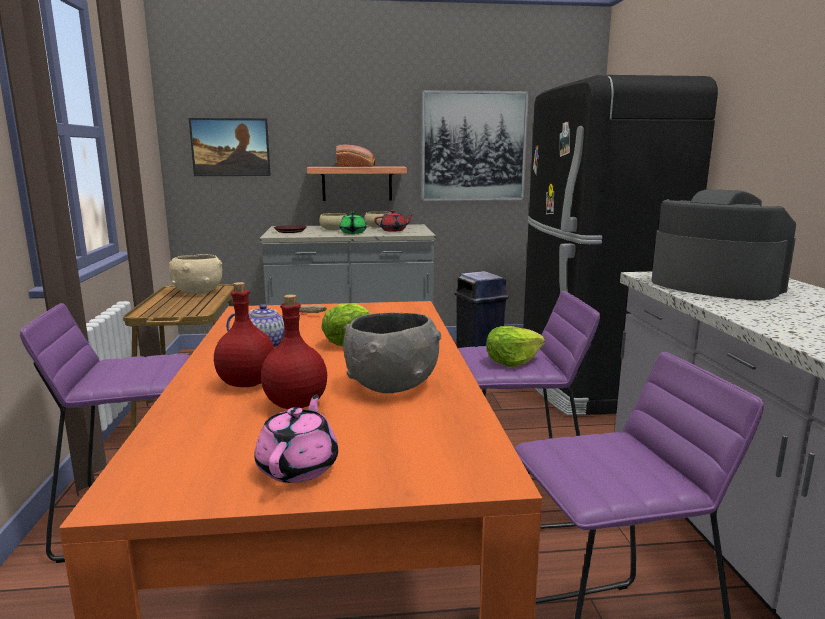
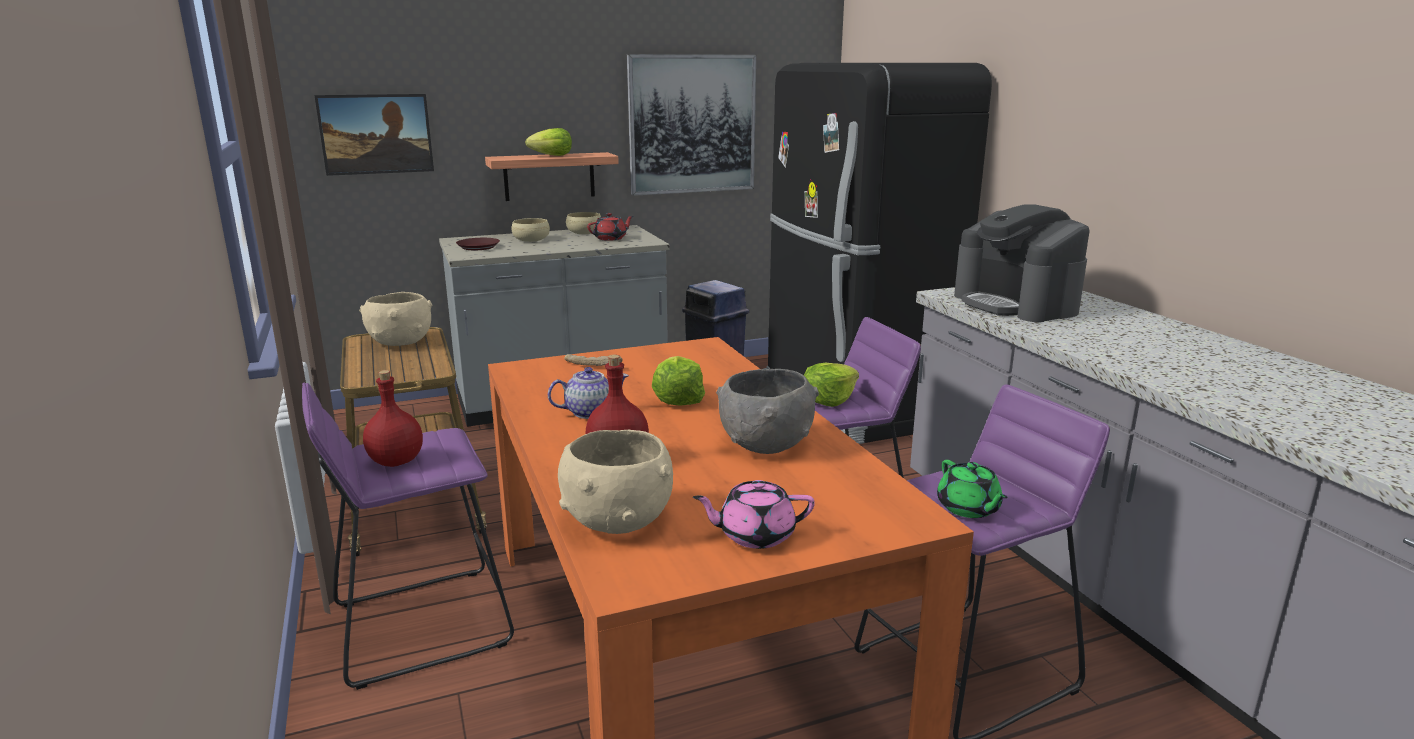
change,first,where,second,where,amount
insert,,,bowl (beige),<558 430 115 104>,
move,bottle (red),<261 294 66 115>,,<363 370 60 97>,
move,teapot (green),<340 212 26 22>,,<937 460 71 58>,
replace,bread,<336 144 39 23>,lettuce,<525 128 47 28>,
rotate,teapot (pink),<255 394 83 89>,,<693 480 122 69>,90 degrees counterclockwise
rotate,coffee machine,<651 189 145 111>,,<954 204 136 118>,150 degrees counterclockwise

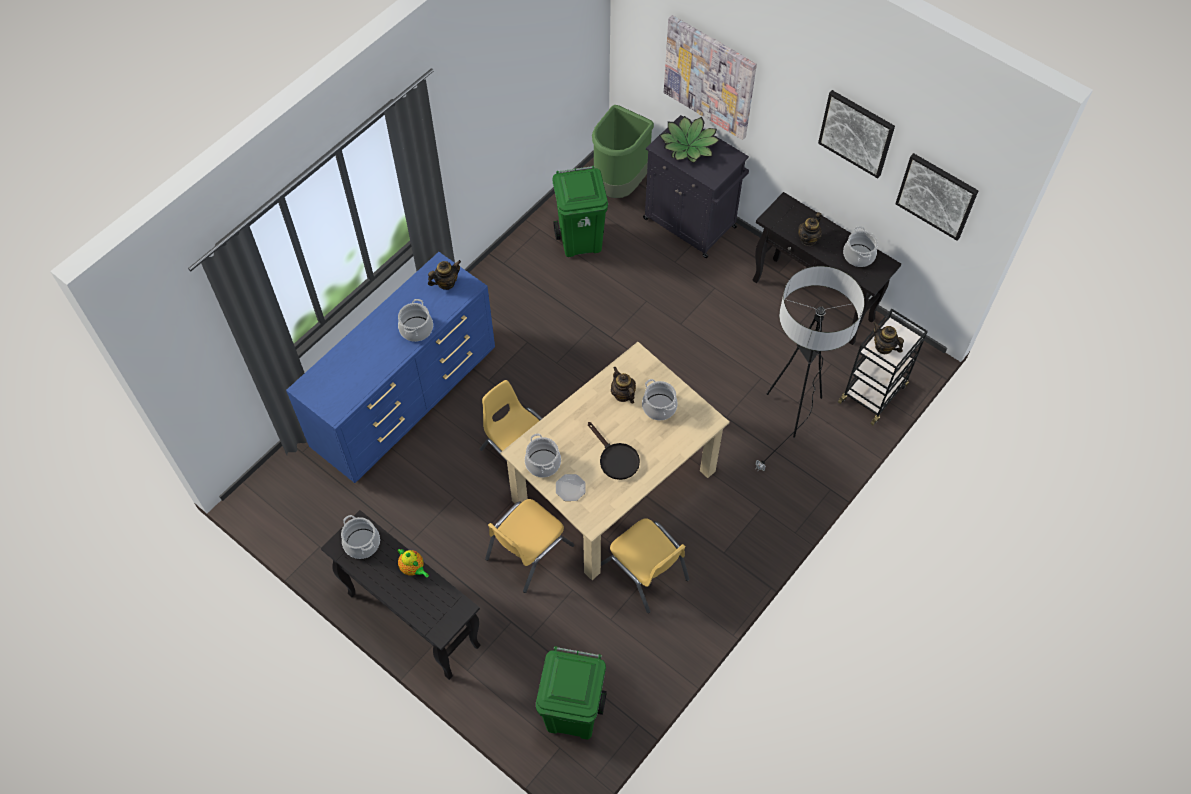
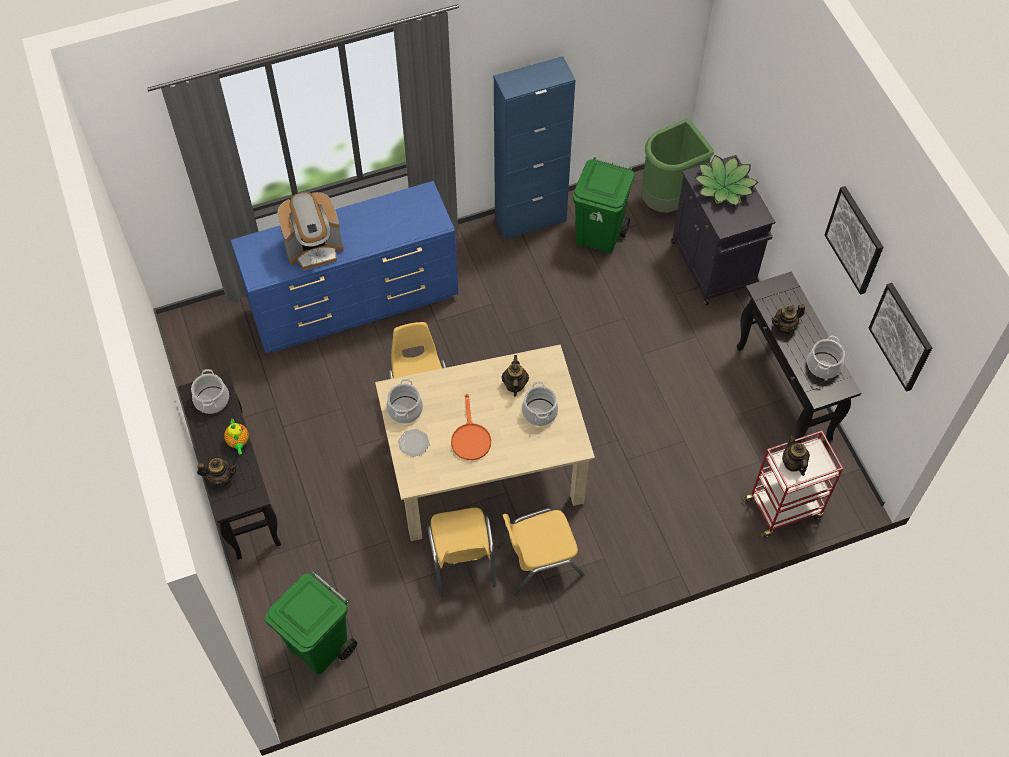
change,first,where,second,where,amount
delete,cooking pot,<398 299 35 43>,,,
delete,picture,<664 15 93 125>,,,
delete,floor lamp,<755 266 110 205>,,,
insert,,,coffee machine,<277 192 67 79>,
insert,,,cabinet (blue),<494 56 81 184>,
move,teapot,<428 260 33 30>,,<197 458 41 29>,
move,chair (yellow),<485 499 89 94>,,<497 508 88 87>,
recolor,frying pan (black),<588 422 52 58>,frying pan (orange),<451 393 40 67>,
recolor,cart (black),<838 309 90 116>,cart (red),<742 431 101 107>,

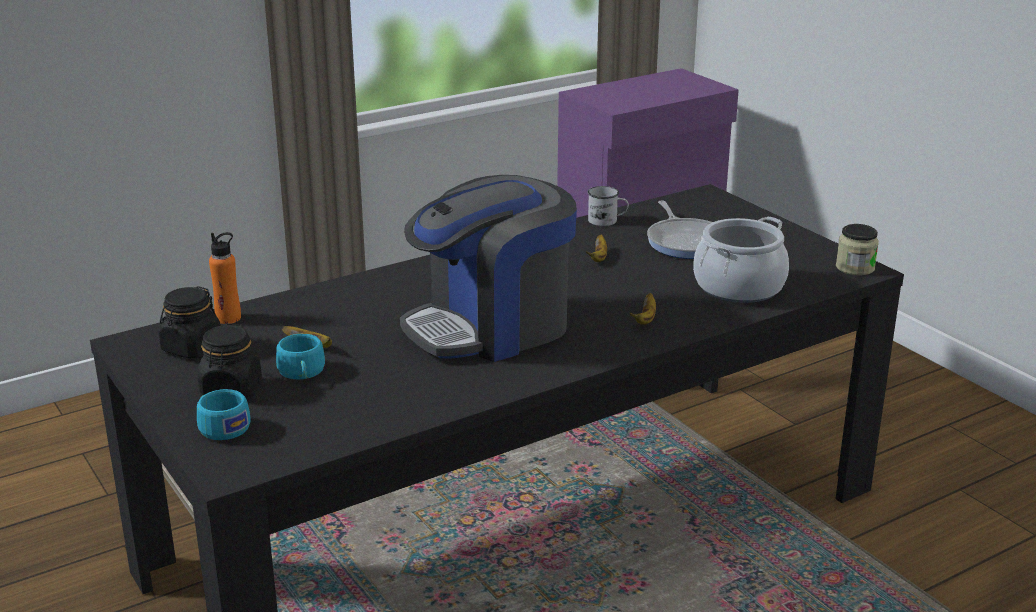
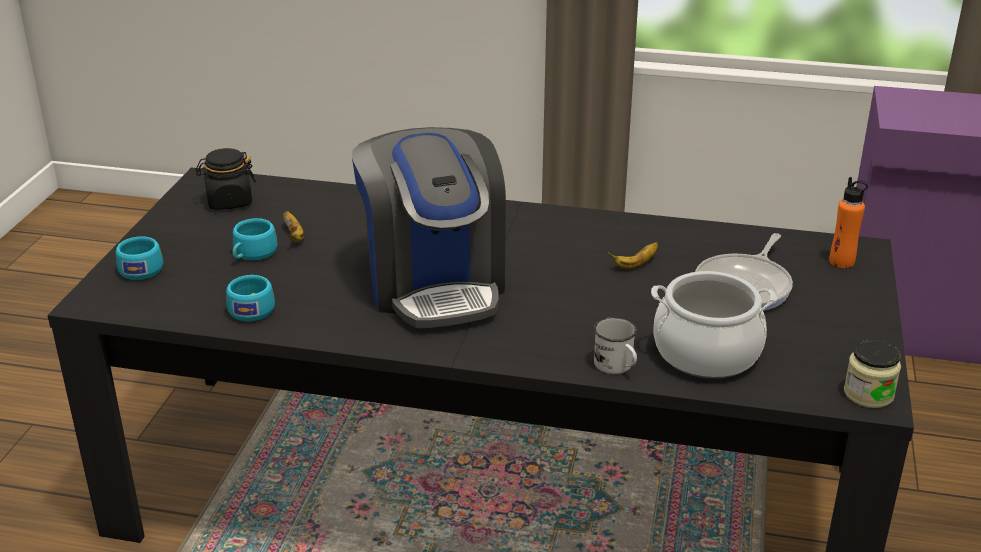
change,first,where,second,where,amount
delete,jar (black),<198 323 64 75>,,,
delete,banana,<630 293 26 32>,,,
insert,,,cup (turquoise),<226 275 49 46>,
move,bottle (orange),<209 232 32 92>,,<829 177 39 91>,
move,mug (white),<588 186 41 40>,,<594 317 43 57>,
rotate,coffee machine,<400 175 177 187>,,<352 127 154 202>,120 degrees counterclockwise

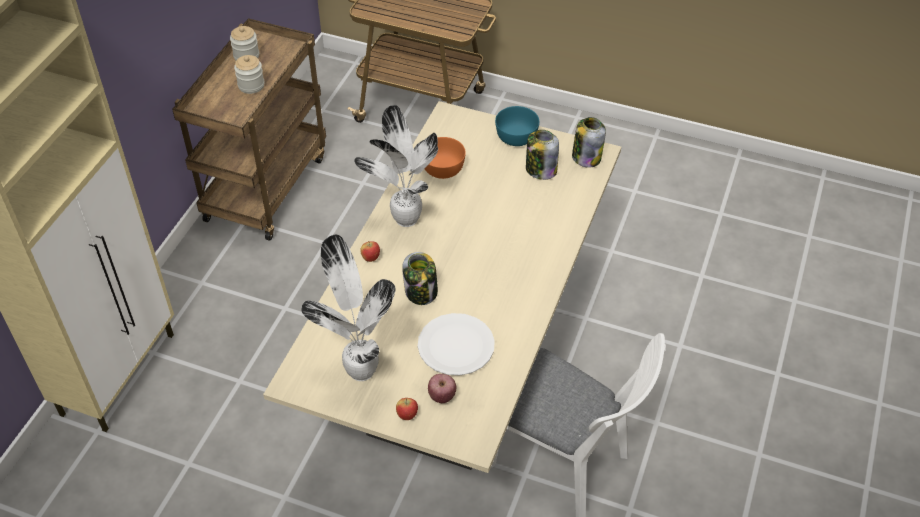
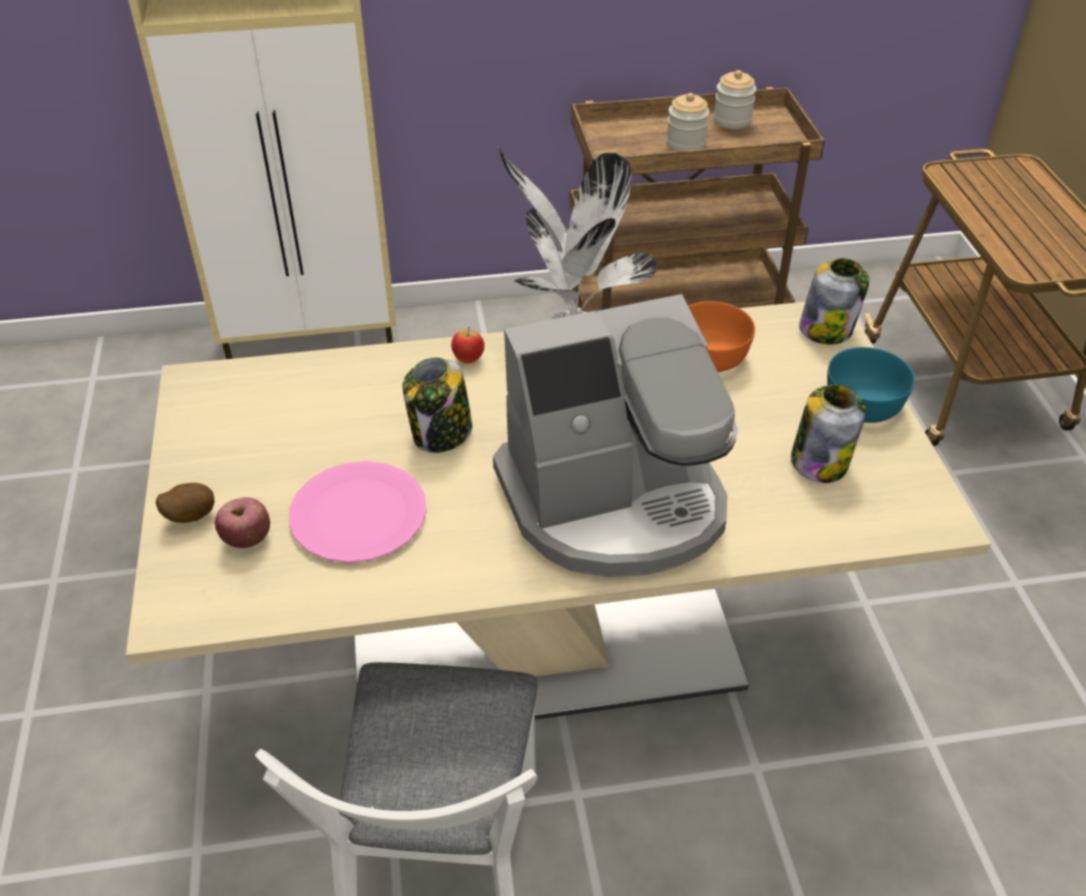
change,first,where,second,where,amount
delete,potted plant,<301 235 95 146>,,,
insert,,,coffee machine,<493 294 245 283>,
move,jar,<572 117 34 51>,,<799 258 70 86>,
replace,apple,<396 398 22 22>,potato,<156 483 59 40>,
recolor,plate (white),<418 313 77 63>,plate (pink),<289 461 137 102>,

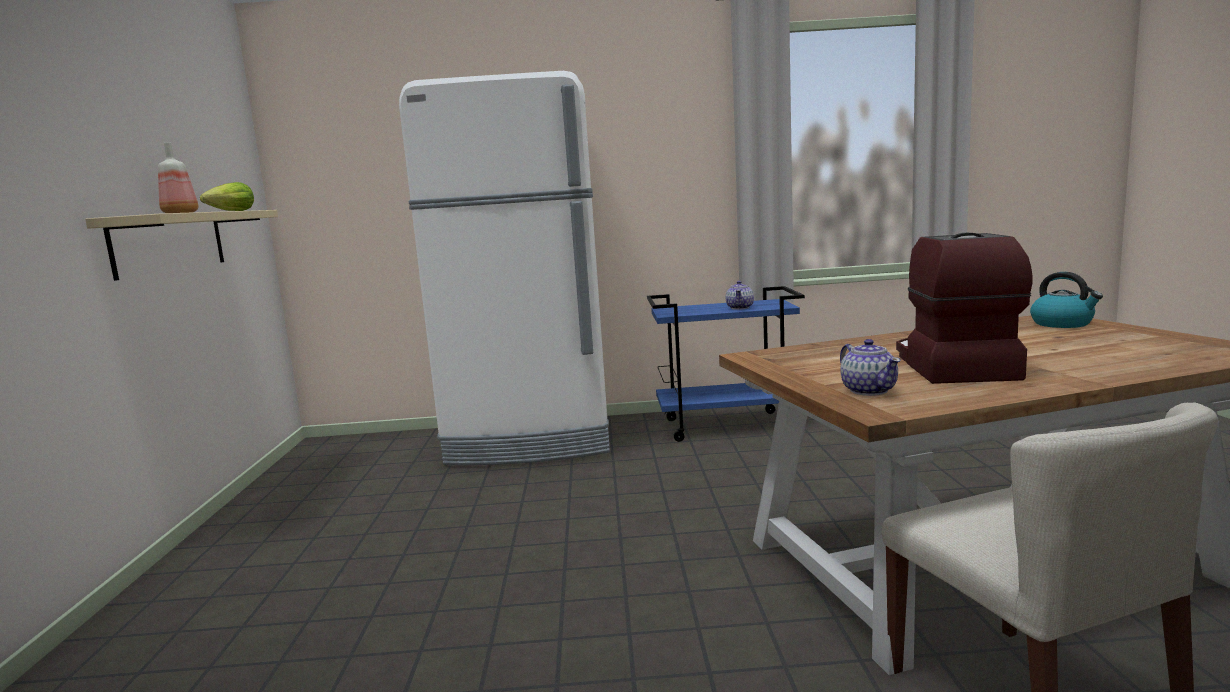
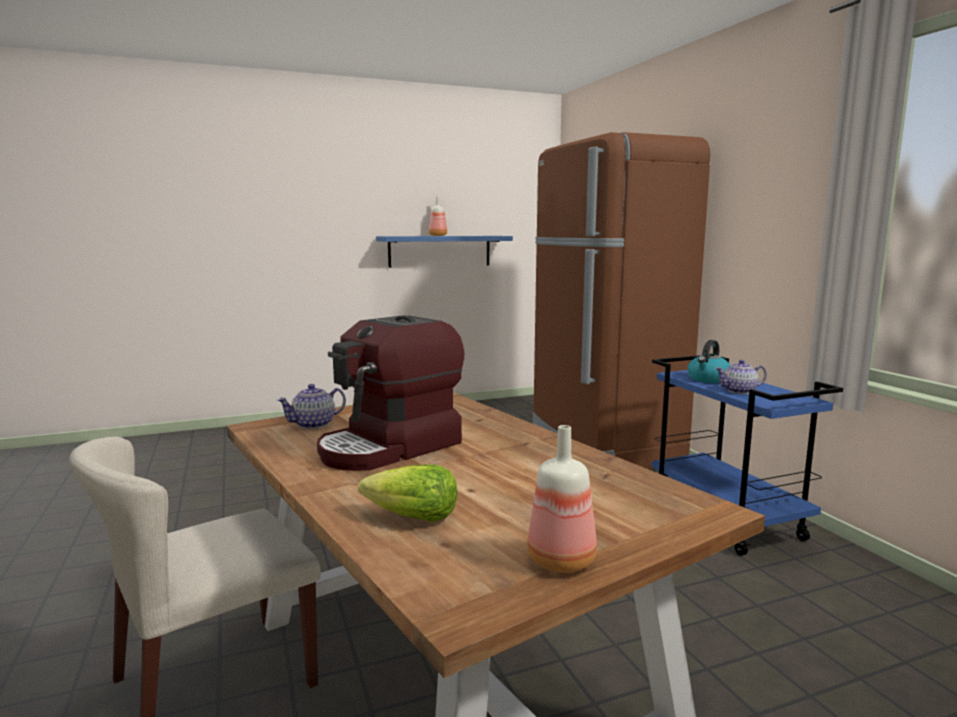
change,first,where,second,where,amount
insert,,,bottle,<527 425 70 148>,
move,lettuce,<200 182 54 29>,,<358 464 99 58>,
move,kettle,<1030 272 73 56>,,<688 340 42 43>,
recolor,shelf (beige),<85 210 193 71>,shelf (blue),<376 236 137 32>,
recolor,fridge (white),<399 71 211 395>,fridge (brown),<532 132 178 337>,
rotate,coffee machine,<896 233 137 151>,,<317 315 147 156>,150 degrees clockwise

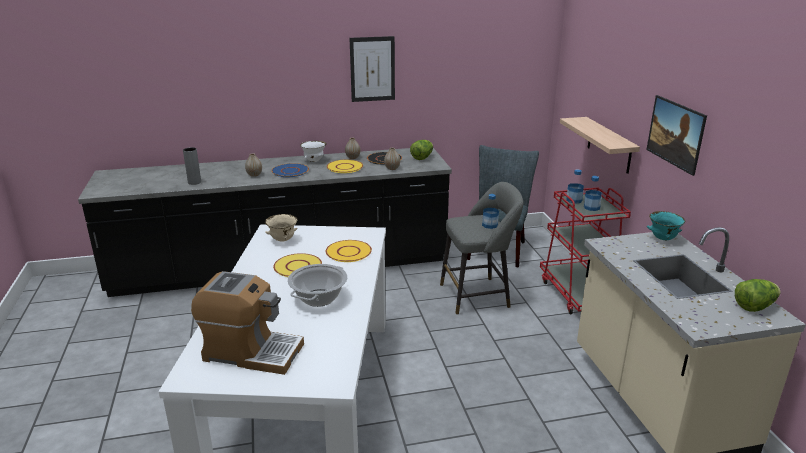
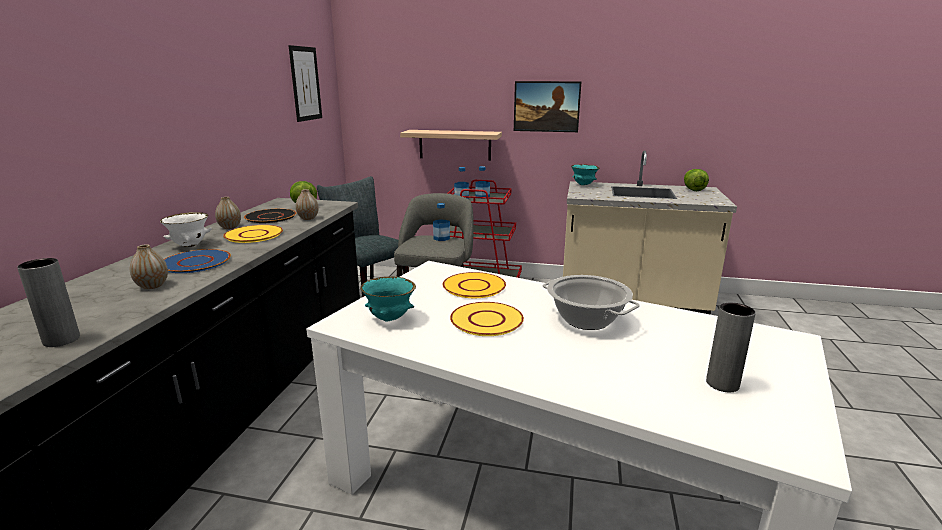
change,first,where,second,where,amount
move,picture,<349 36 46 66>,,<288 45 34 77>,
replace,coffee machine,<191 271 113 104>,vase (grey),<706 303 50 89>,
recolor,bowl (beige),<265 214 32 28>,bowl (turquoise),<360 277 56 45>,

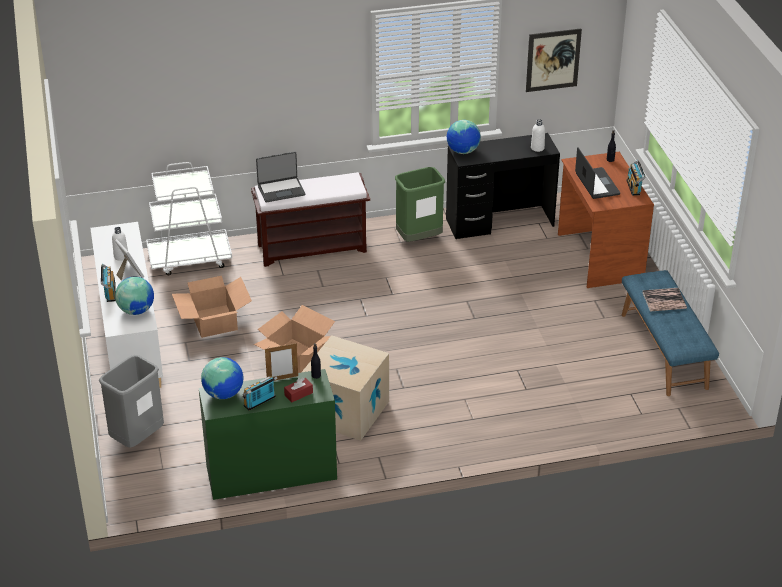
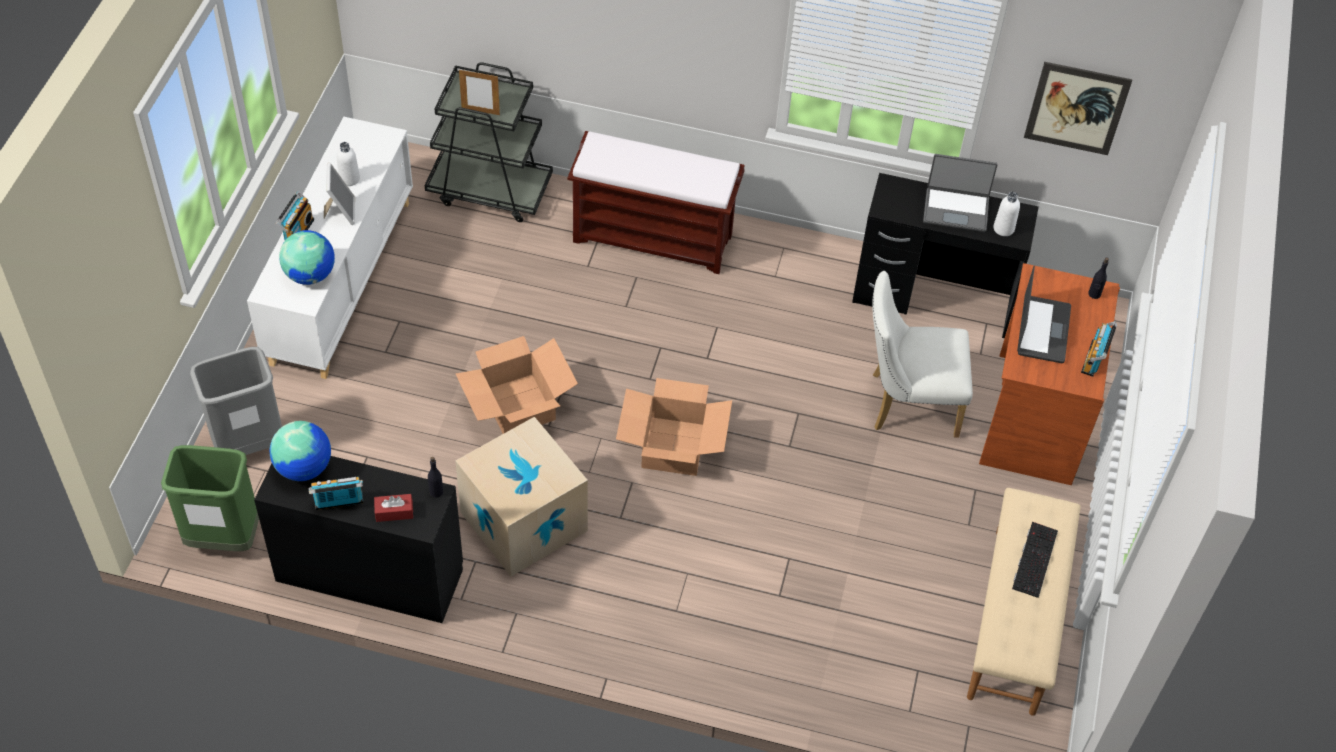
change,first,where,second,where,amount
delete,globe,<447 120 34 34>,,,
insert,,,chair (white),<872 271 101 167>,
move,cardboard box,<172 276 80 62>,,<616 378 116 98>,
move,laptop,<256 151 49 51>,,<923 154 75 78>,
move,picture frame,<265 343 33 38>,,<459 70 41 45>,
move,trash can (green),<395 167 50 75>,,<161 445 98 106>,
replace,book,<642 288 45 24>,keyboard,<1012 522 46 76>,
recolor,cart (white),<146 162 86 113>,cart (black),<424 62 129 160>,
recolor,desk (green),<199 369 138 131>,desk (black),<254 456 209 167>,
recolor,bench (blue),<621 270 98 126>,bench (beige),<967 488 114 228>,

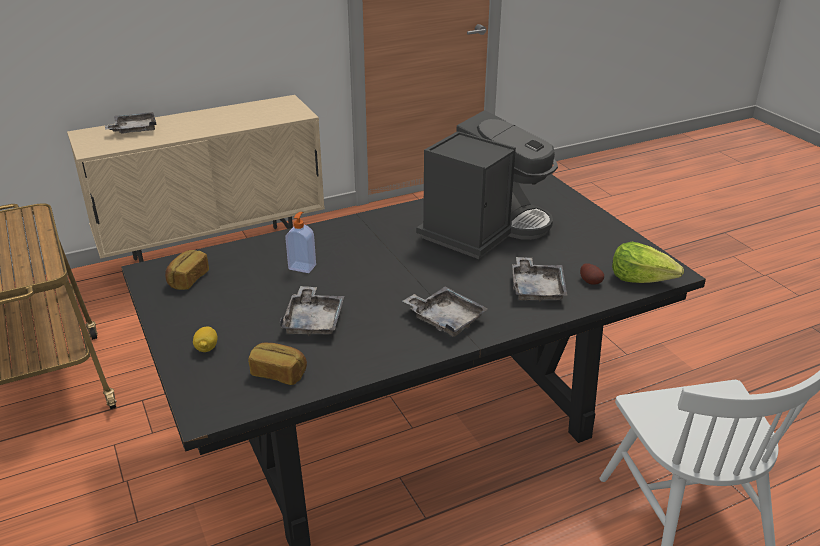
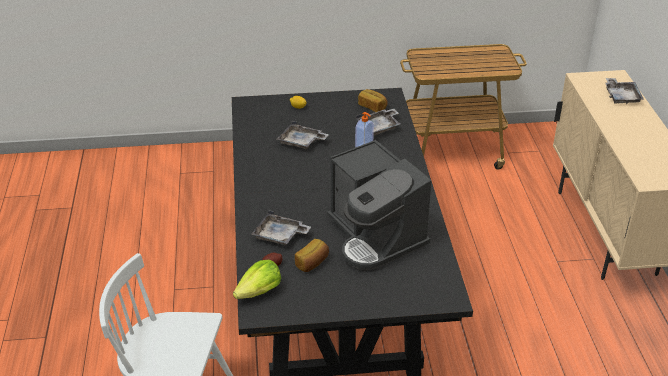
change,first,where,second,where,amount
move,bread,<248 343 59 42>,,<295 239 34 33>,
move,tray (grey),<403 287 85 50>,,<356 109 44 27>,

